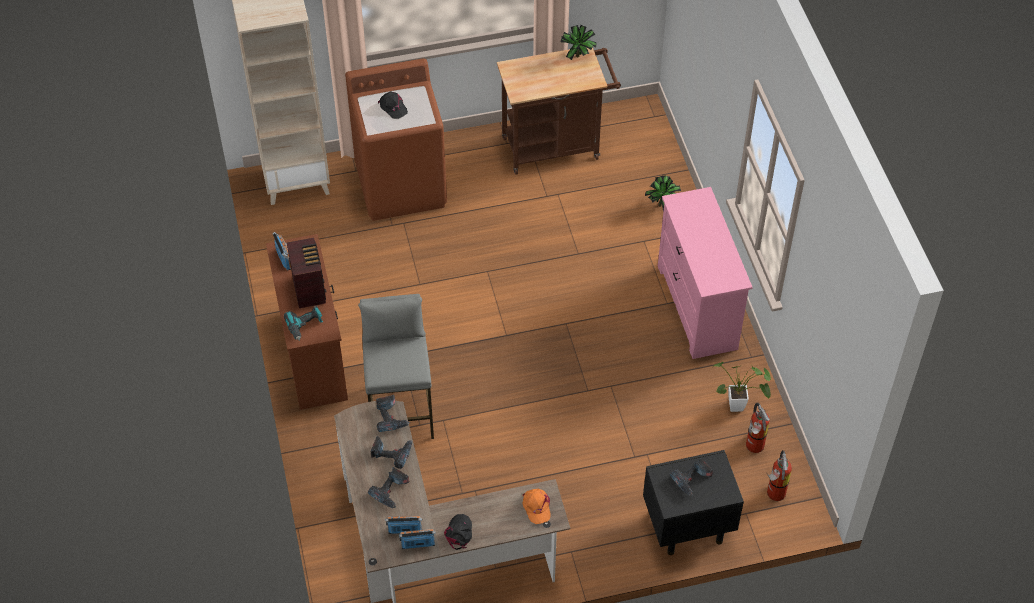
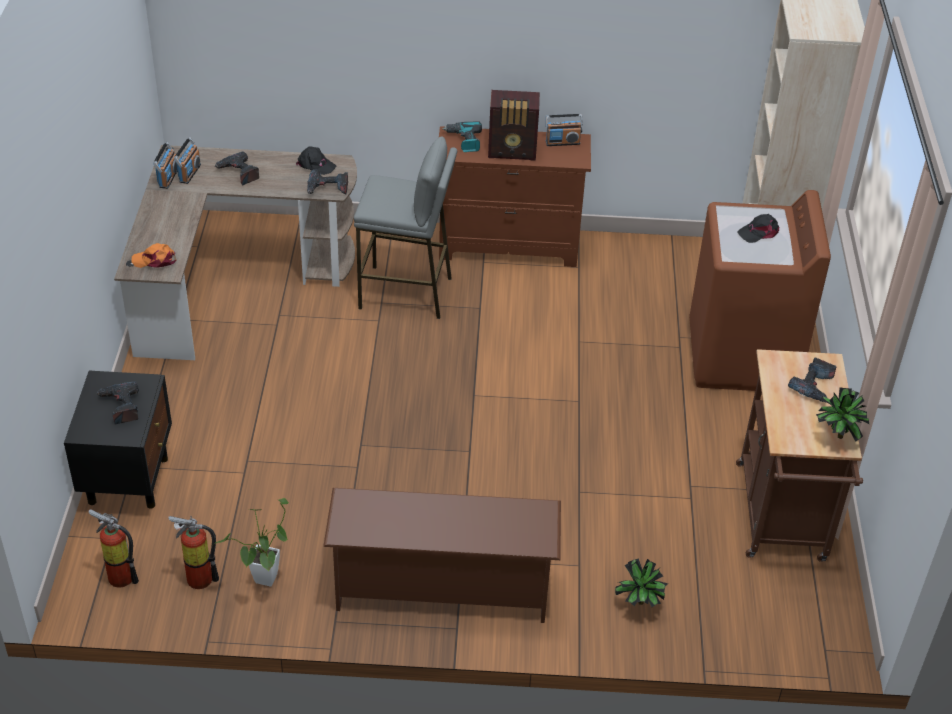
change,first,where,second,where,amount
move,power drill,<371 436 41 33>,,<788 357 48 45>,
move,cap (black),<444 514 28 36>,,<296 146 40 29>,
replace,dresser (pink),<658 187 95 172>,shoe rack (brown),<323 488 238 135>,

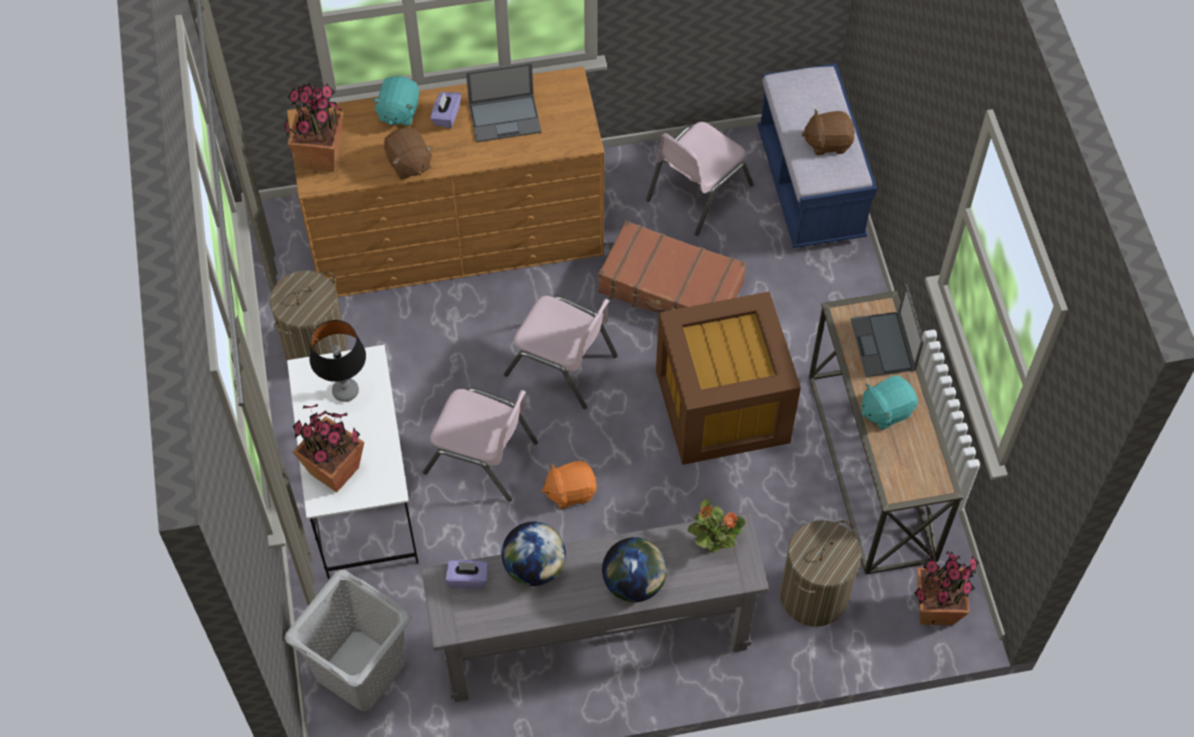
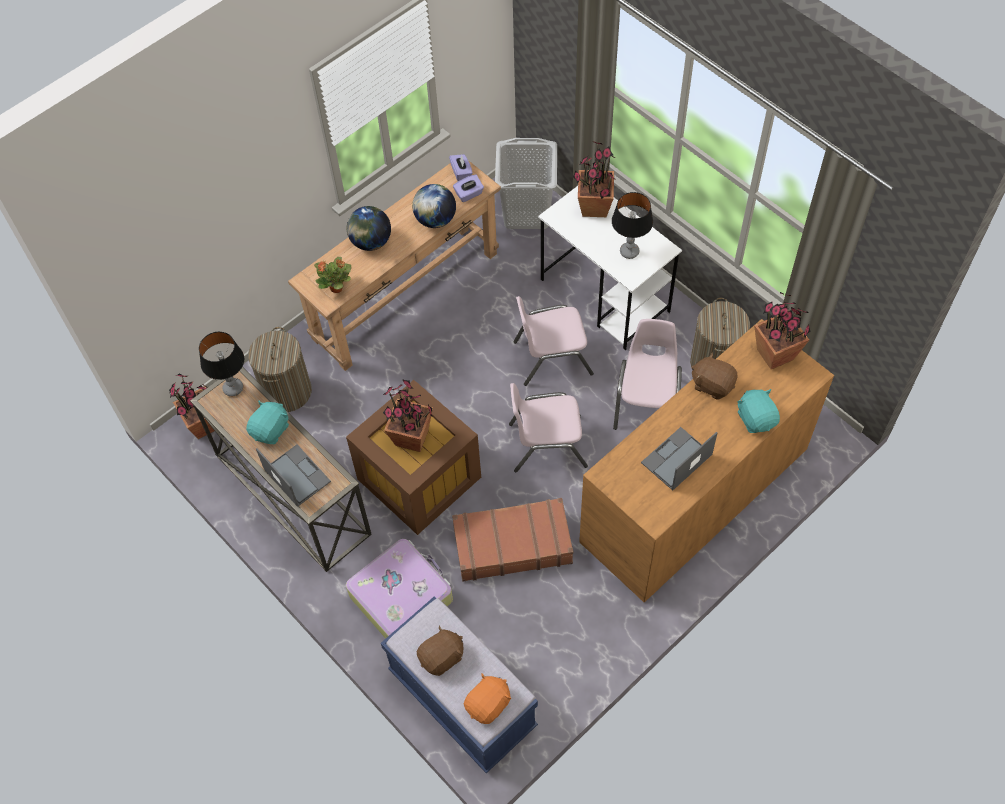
change,first,where,second,where,amount
insert,,,table lamp,<199 332 45 64>,
insert,,,suitcase,<346 539 107 100>,
insert,,,potted plant,<383 379 50 73>,
move,tissue box (purple),<430 92 31 36>,,<449 154 24 27>,
move,plush toy (orange),<542 461 55 48>,,<464 673 47 51>,
move,chair (pink),<646 122 108 114>,,<613 319 69 111>,
recolor,console table (grey),<421 512 348 190>,console table (brown),<288 160 213 211>,

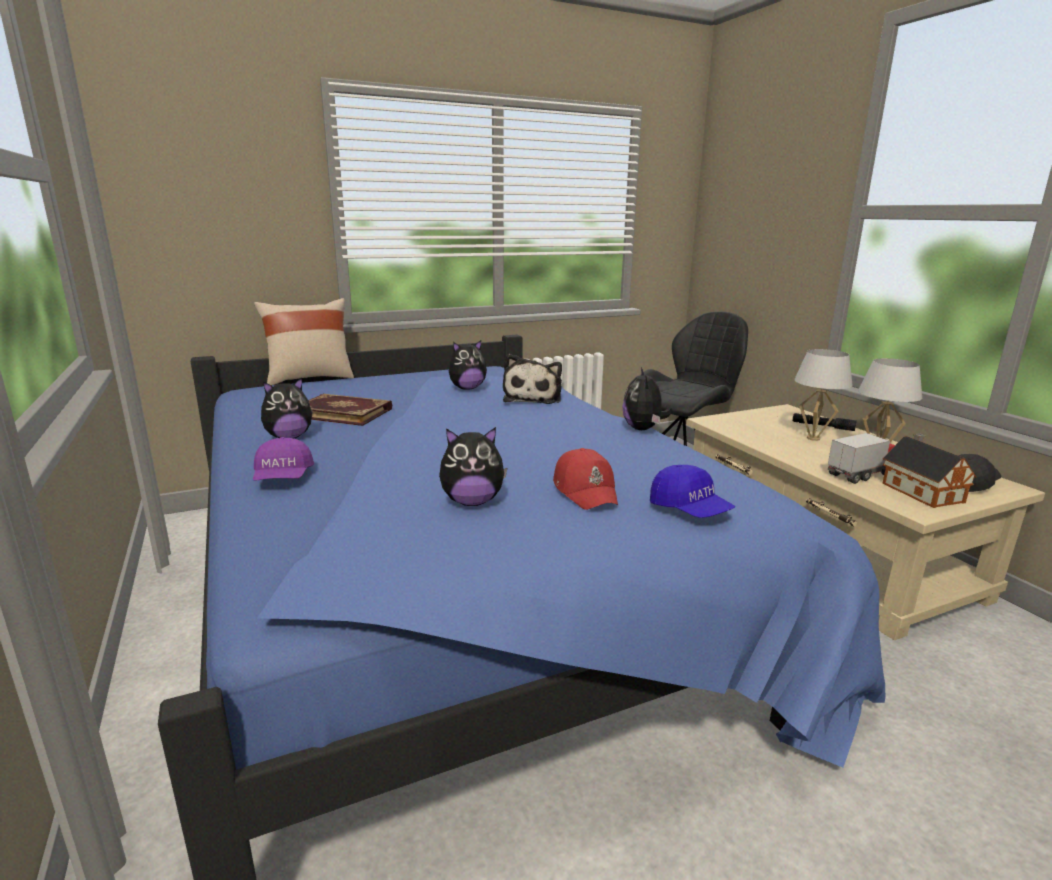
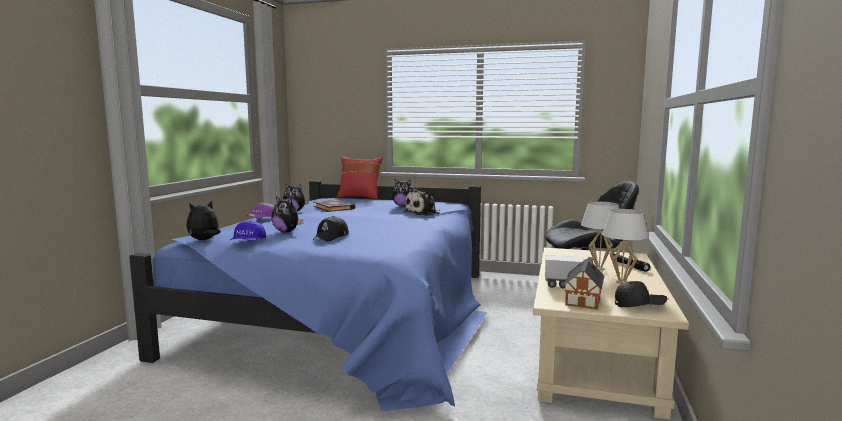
change,first,where,second,where,amount
move,plush toy,<622 368 50 62>,,<186 201 35 39>,
move,cap (blue),<650 465 85 53>,,<230 221 36 20>,
recolor,pillow (beige),<254 298 100 88>,pillow (red),<337 157 46 42>,
recolor,cap (red),<553 448 65 62>,cap (black),<313 216 36 26>,

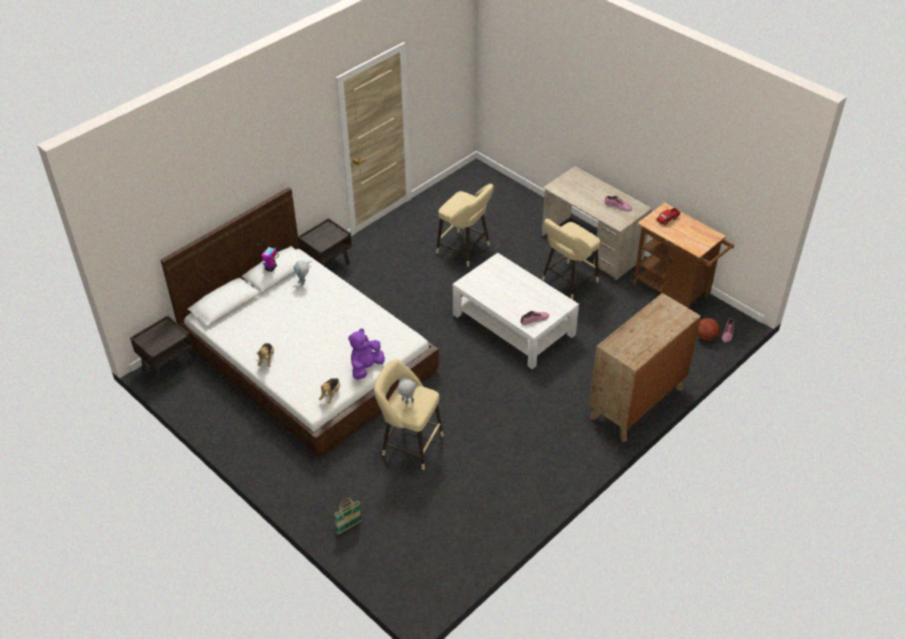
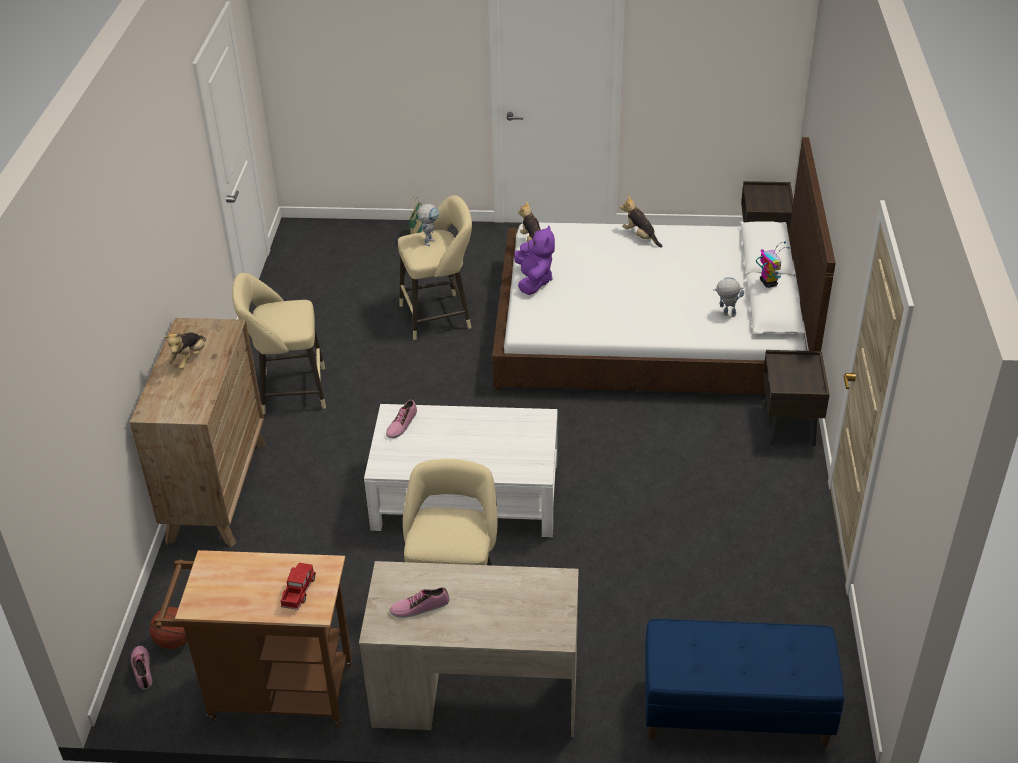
change,first,where,second,where,amount
insert,,,plush toy,<164 332 42 37>,
insert,,,bench (blue),<645 619 199 128>,
move,stool (beige),<436 184 58 83>,,<232 273 94 142>,

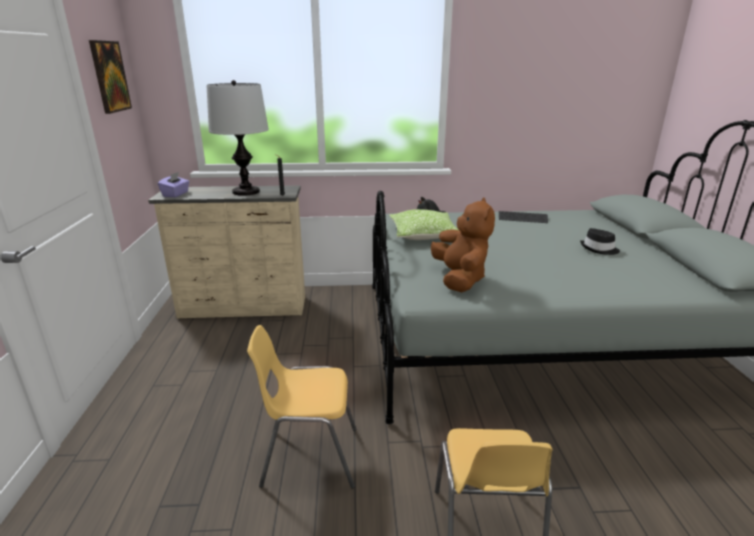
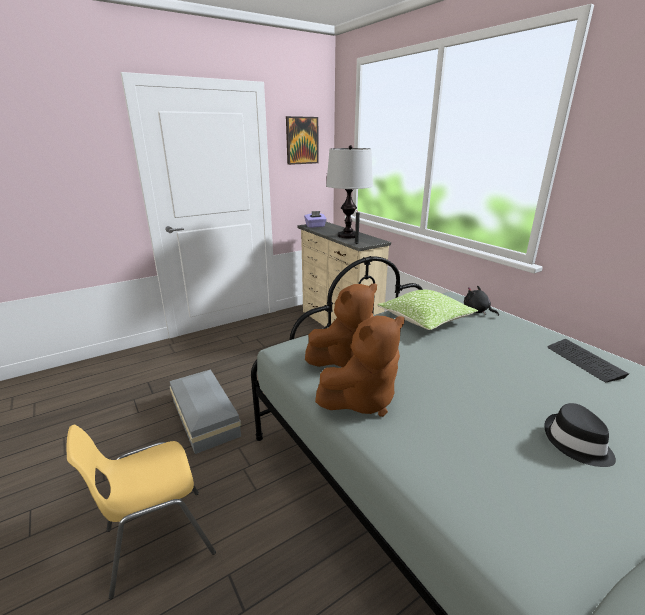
change,first,where,second,where,amount
insert,,,plush toy (brown),<315 316 90 101>,
replace,chair (yellow),<247 325 109 164>,storage box (grey),<169 369 72 85>,

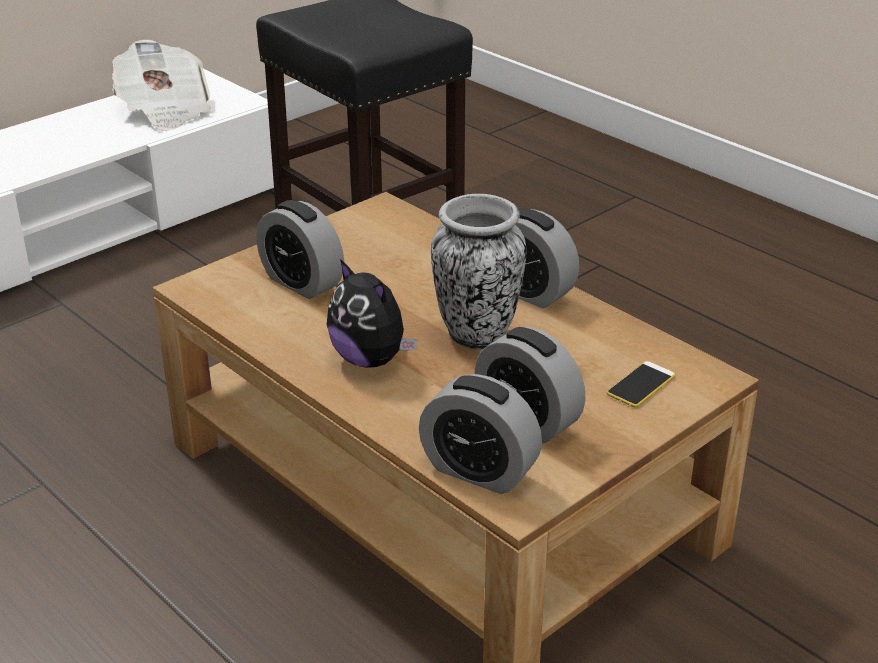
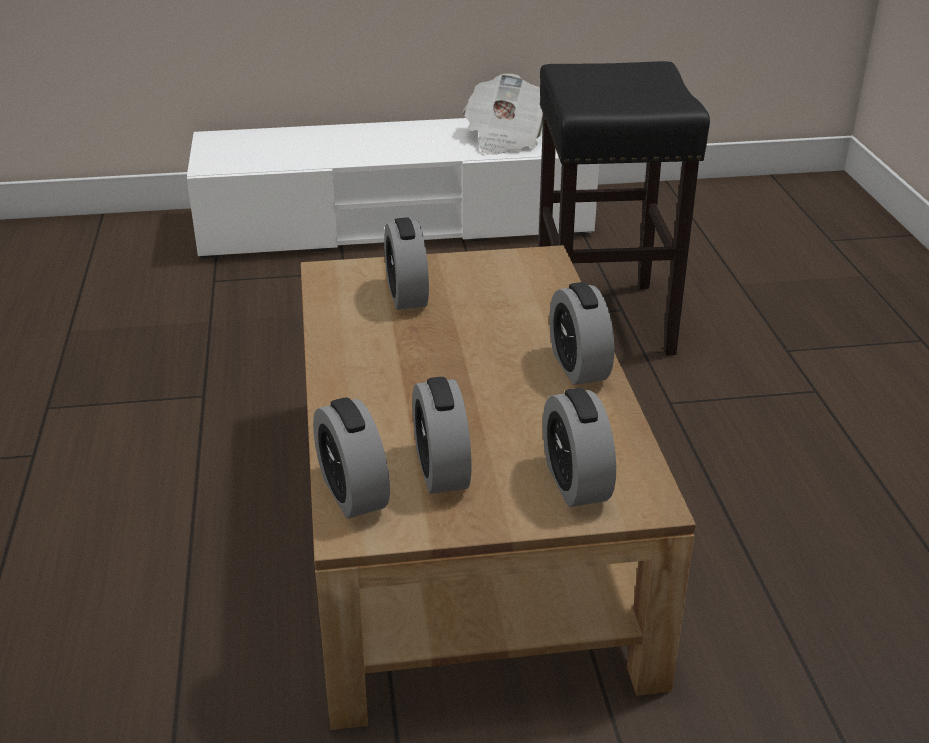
change,first,where,second,where,amount
delete,plush toy,<327 259 90 109>,,,
delete,vase,<431 194 95 156>,,,
replace,phone,<607 361 69 46>,alarm clock,<543 388 73 119>,

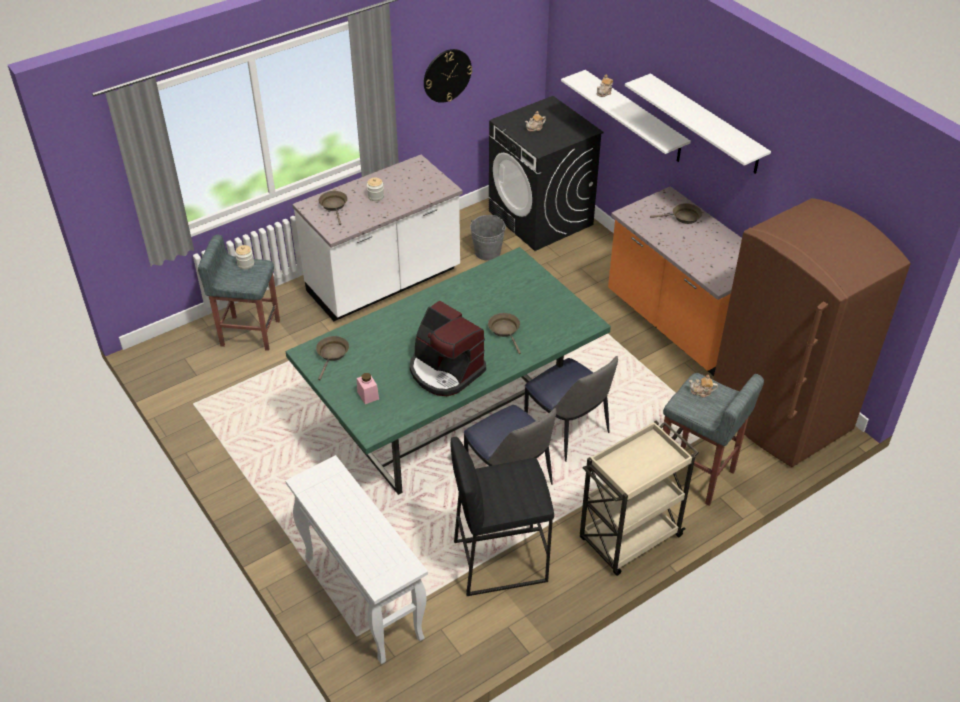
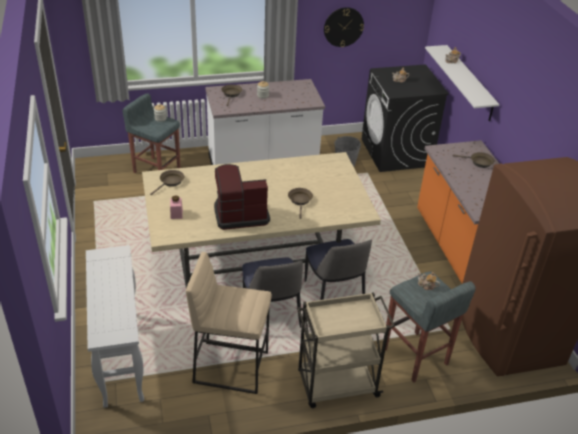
change,first,where,second,where,amount
delete,shelf (white),<625 73 146 101>,,,
recolor,dining table (green),<286 247 325 248>,dining table (beige),<142 152 239 136>,
recolor,stool (black),<450 437 104 159>,stool (beige),<186 252 86 142>,
rotate,coffee machine,<410 300 76 96>,,<214 164 56 66>,105 degrees clockwise

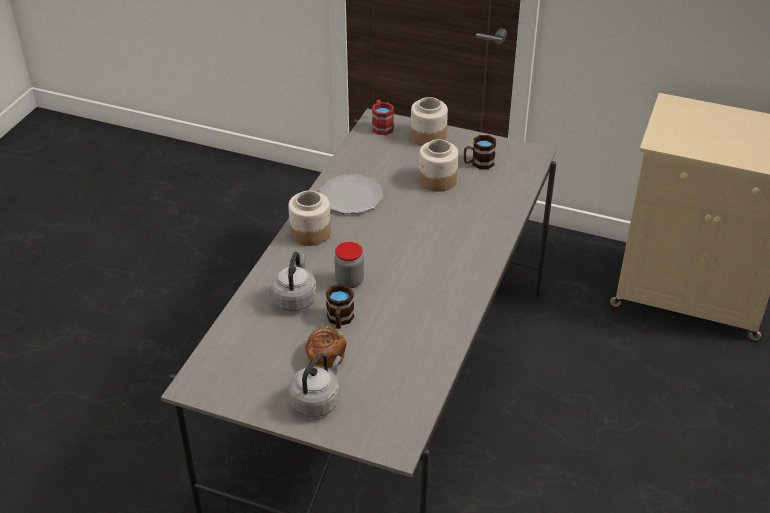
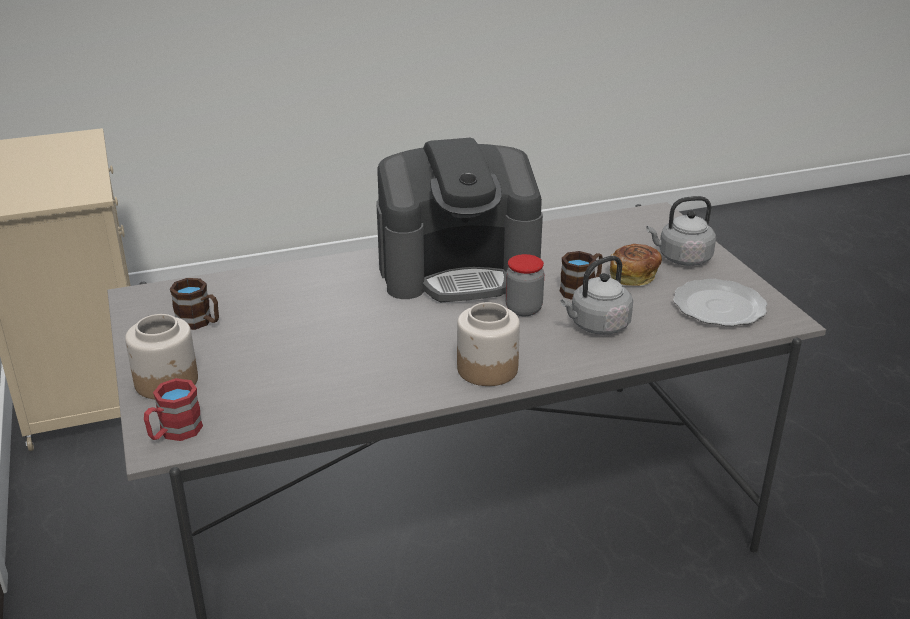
change,first,where,second,where,amount
delete,jar,<419 139 39 53>,,,
insert,,,coffee machine,<377 138 166 164>,
move,plate,<319 174 64 40>,,<673 279 94 47>,

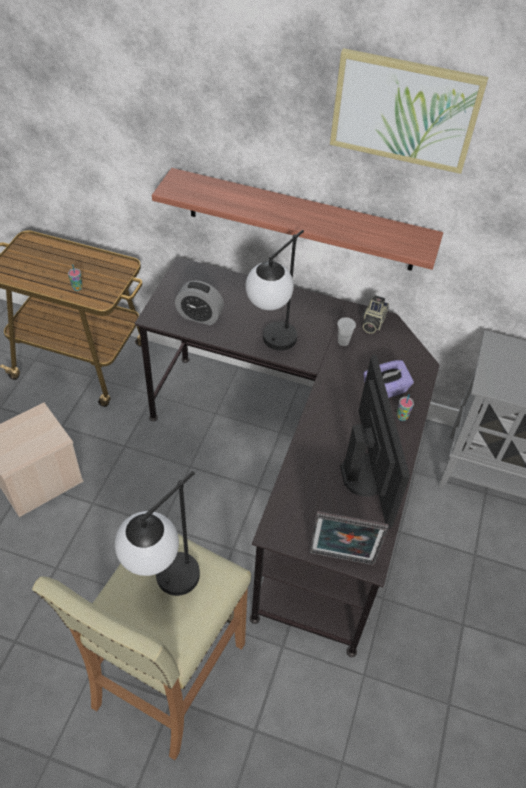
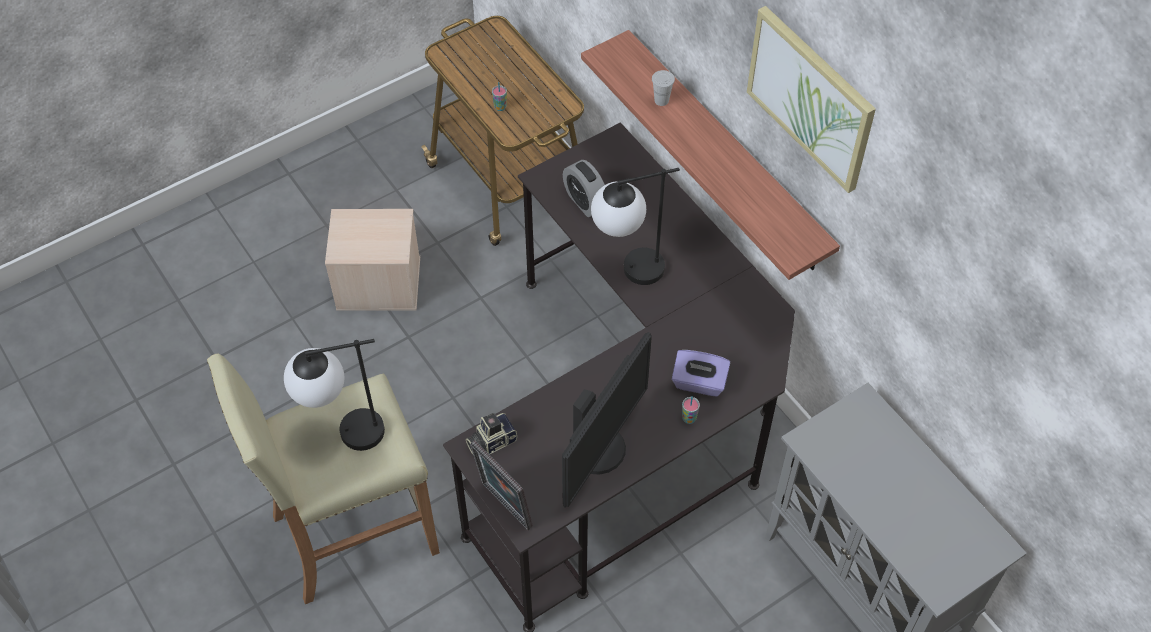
change,first,where,second,where,amount
move,cup (white),<337 317 19 29>,,<652 70 23 36>,
move,photo camera,<362 295 27 39>,,<466 413 51 42>,

